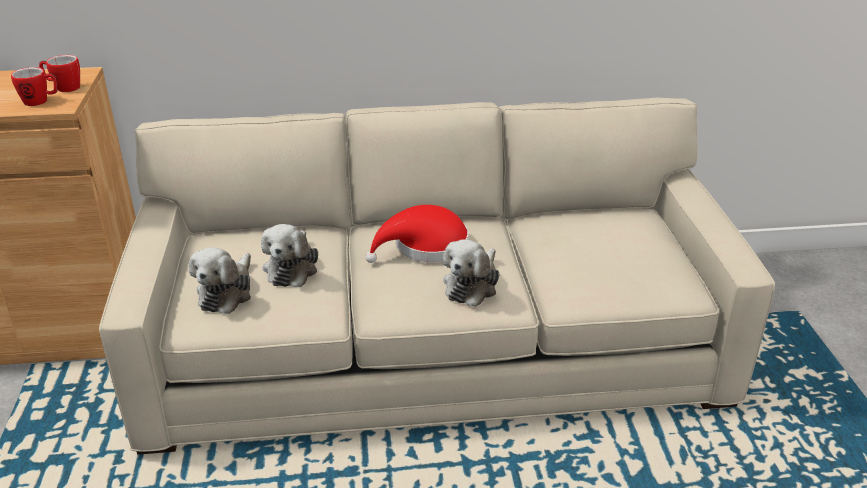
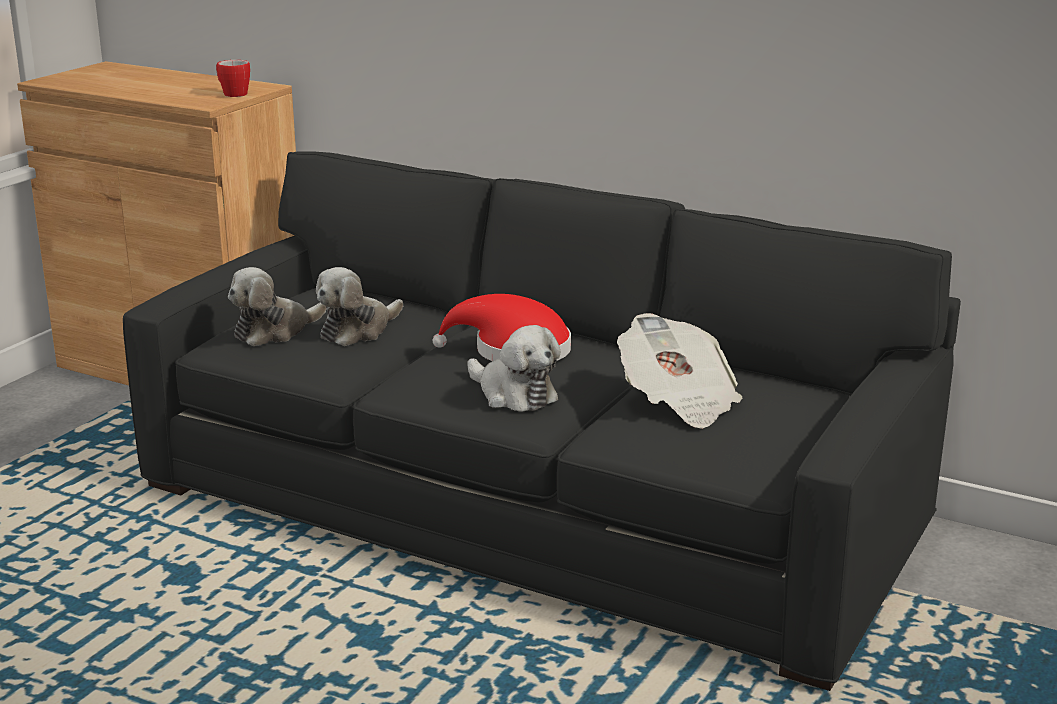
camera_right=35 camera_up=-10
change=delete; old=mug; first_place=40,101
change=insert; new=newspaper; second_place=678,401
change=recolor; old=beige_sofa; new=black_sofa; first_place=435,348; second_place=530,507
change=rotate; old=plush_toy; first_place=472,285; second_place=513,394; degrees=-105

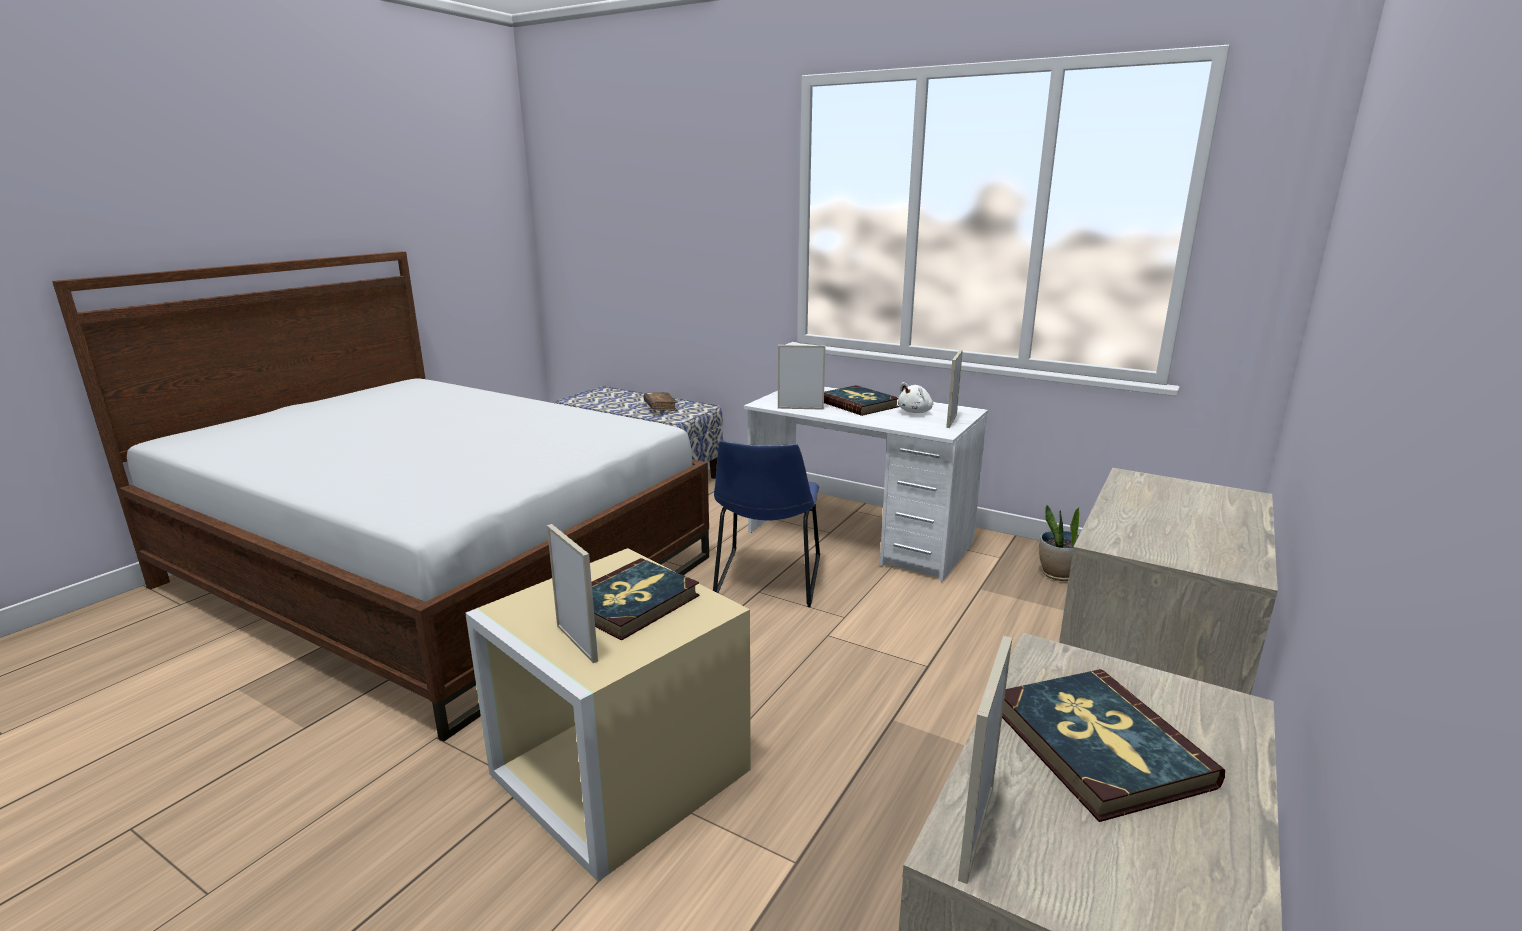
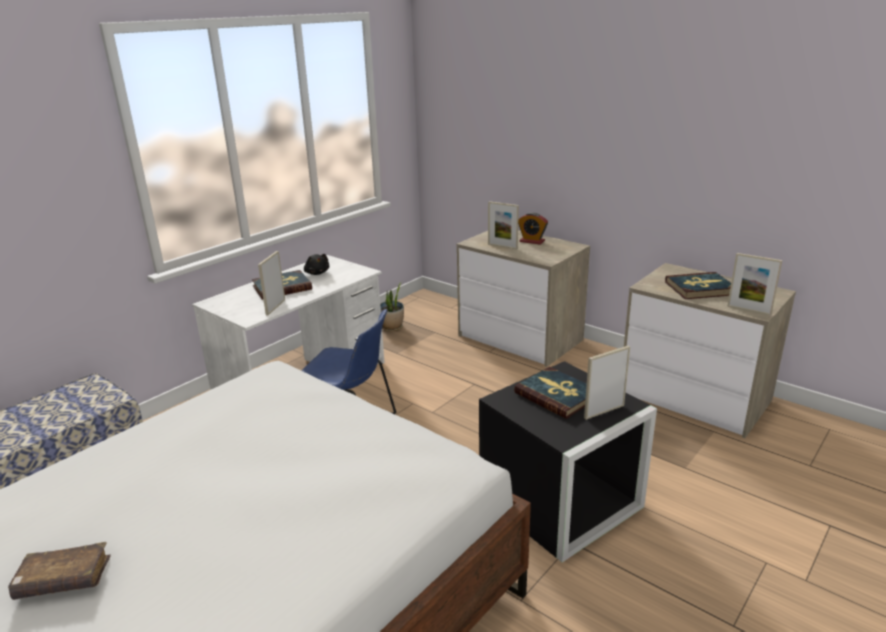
camera_right=-80 camera_up=5
change=insert; new=alarm_clock; second_place=532,241
change=move; old=brown_book; first_place=660,407; second_place=64,580
change=move; old=picture_frame; first_place=951,421; second_place=502,246
change=recolor; old=beige_storage_box; new=black_storage_box; first_place=616,772; second_place=560,503
change=recolor; old=white_plush_toy; new=black_plush_toy; first_place=916,412; second_place=317,273

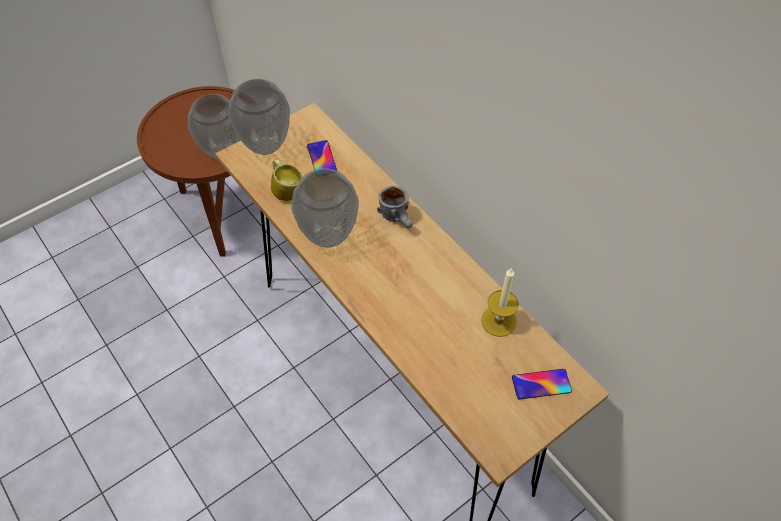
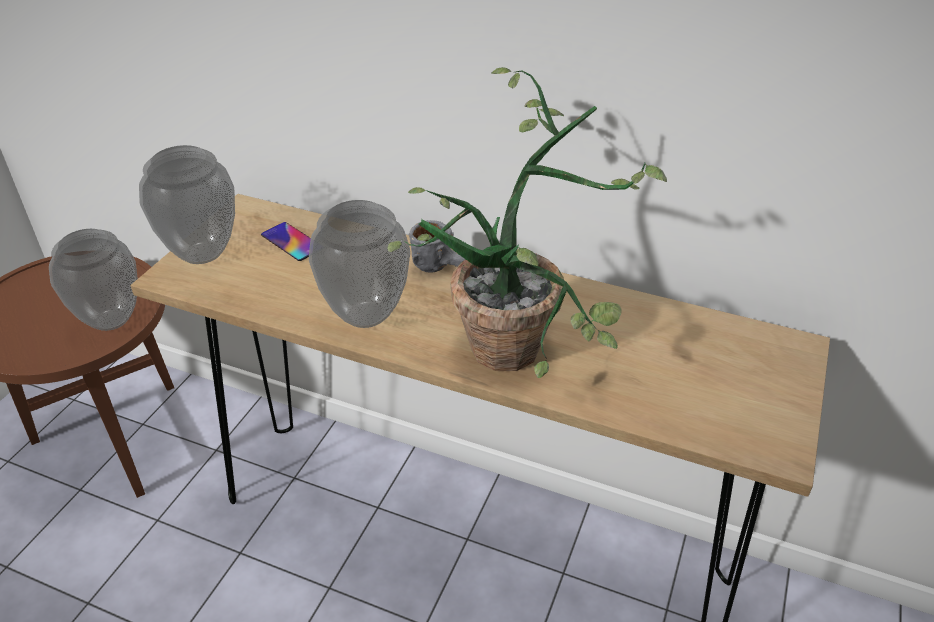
camera_right=-30 camera_up=-15
change=delete; old=mug; first_place=287,190
change=delete; old=candle; first_place=498,321
change=delete; old=phone; first_place=541,384
change=insert; new=potted_plant; second_place=525,344

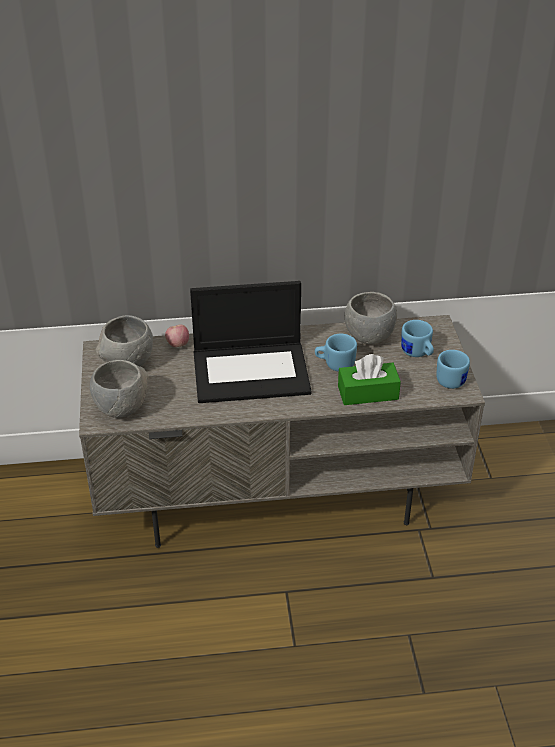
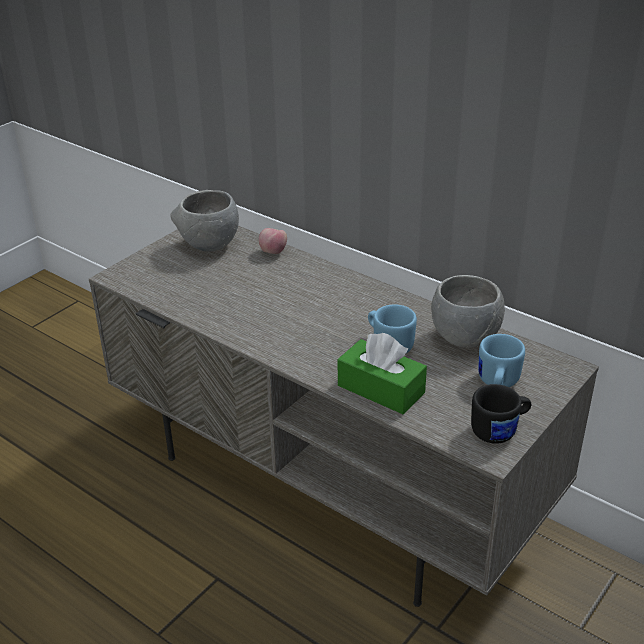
camera_right=45 camera_up=-5
change=delete; old=grey_bowl; first_place=122,409
change=delete; old=laptop; first_place=252,371
change=recolor; old=blue_mug; new=black_mug; first_place=452,378; second_place=500,430

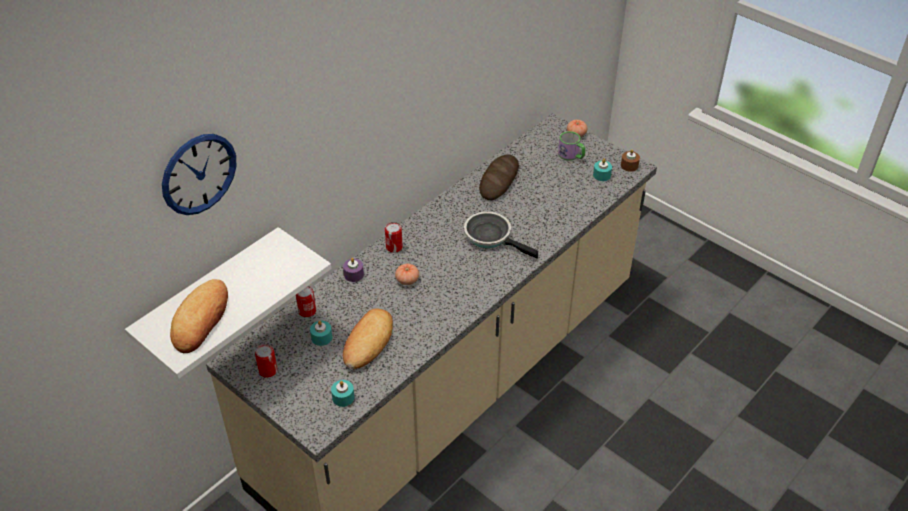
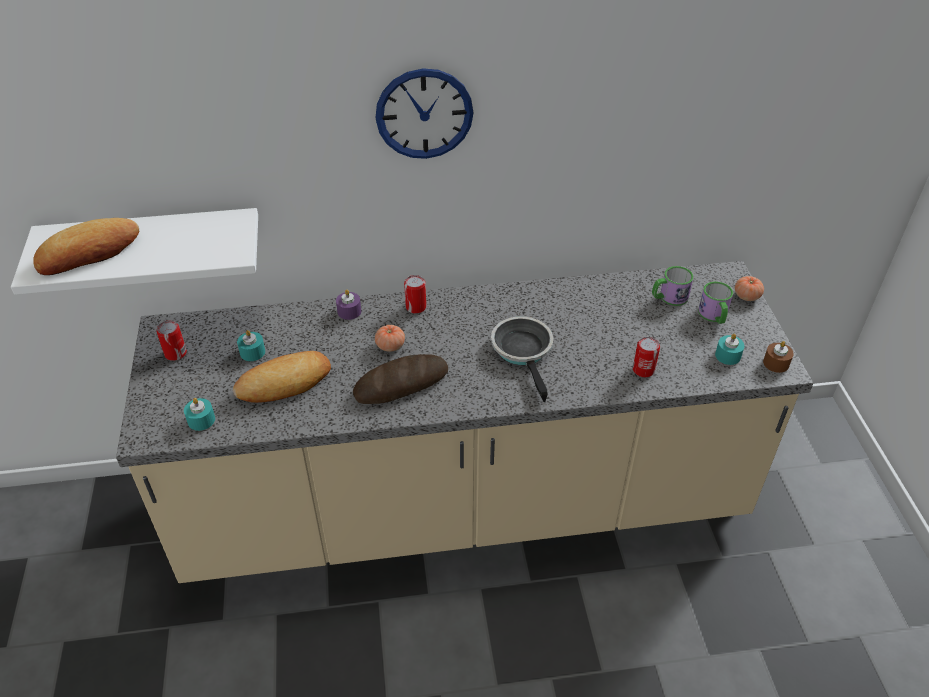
camera_right=40 camera_up=0
change=insert; new=mug; second_place=669,297
change=move; old=wall_clock; first_place=199,174; second_place=424,114
change=move; old=can; first_place=307,311; second_place=643,370
change=move; old=bread; first_place=499,180; second_place=401,383

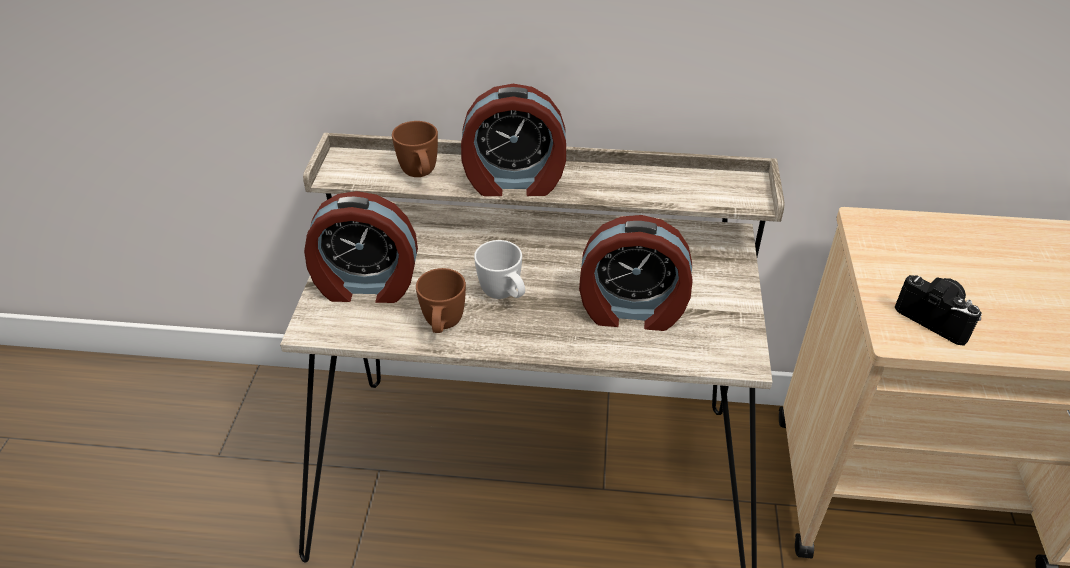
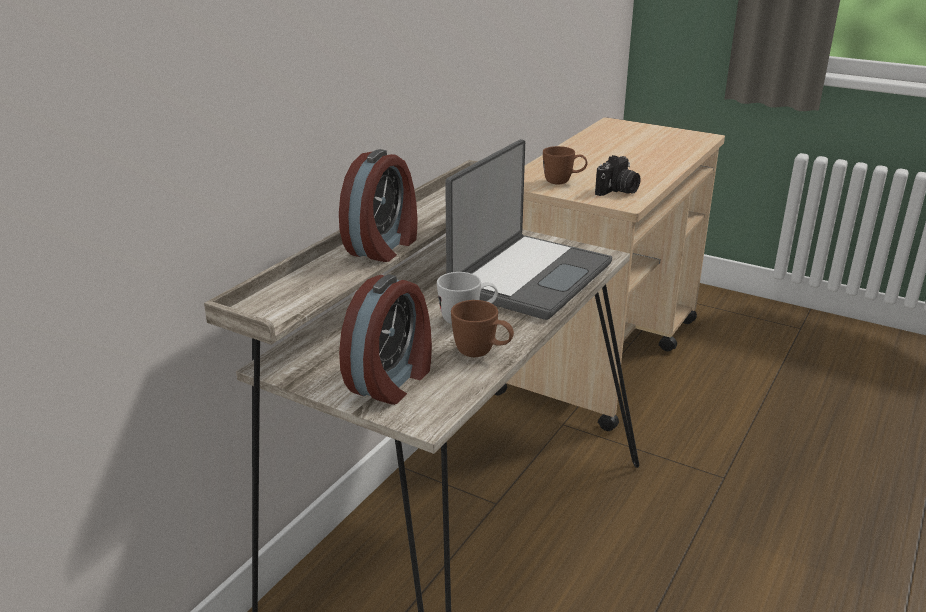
camera_right=-65 camera_up=-15
change=move; old=brown_mug; first_place=421,175; second_place=563,182
change=replace; old=alarm_clock; new=laptop; first_place=632,311; second_place=528,277
change=rotate; old=photo_camera; first_place=936,318; second_place=618,191; degrees=150

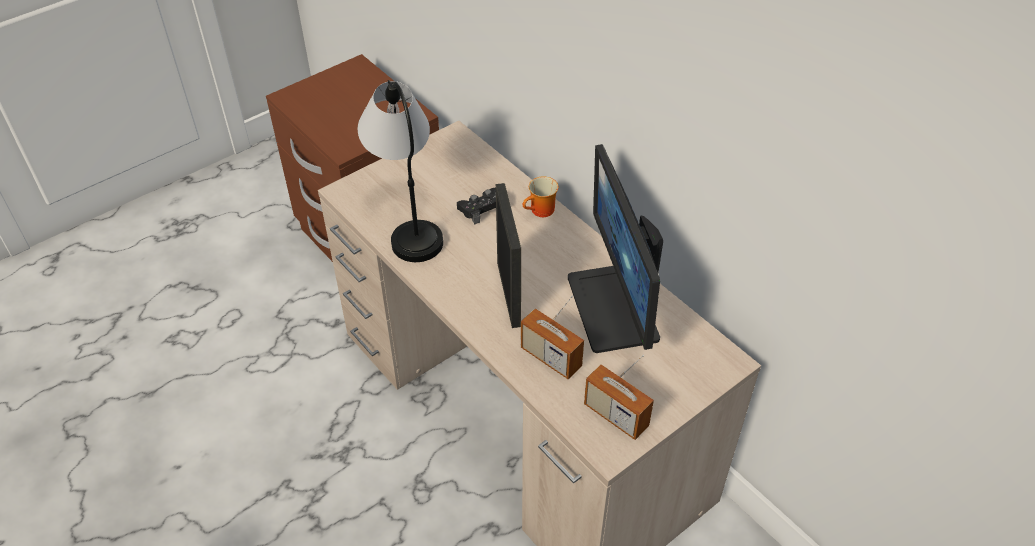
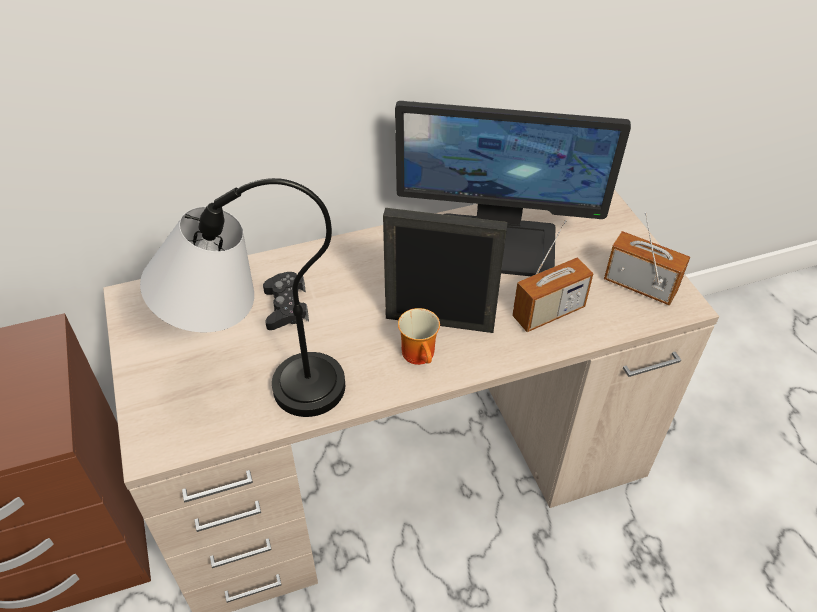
camera_right=-70 camera_up=0
change=move; old=mug; first_place=541,211; second_place=421,354
change=rotate; old=radio; first_place=616,415; second_place=640,286; degrees=-120

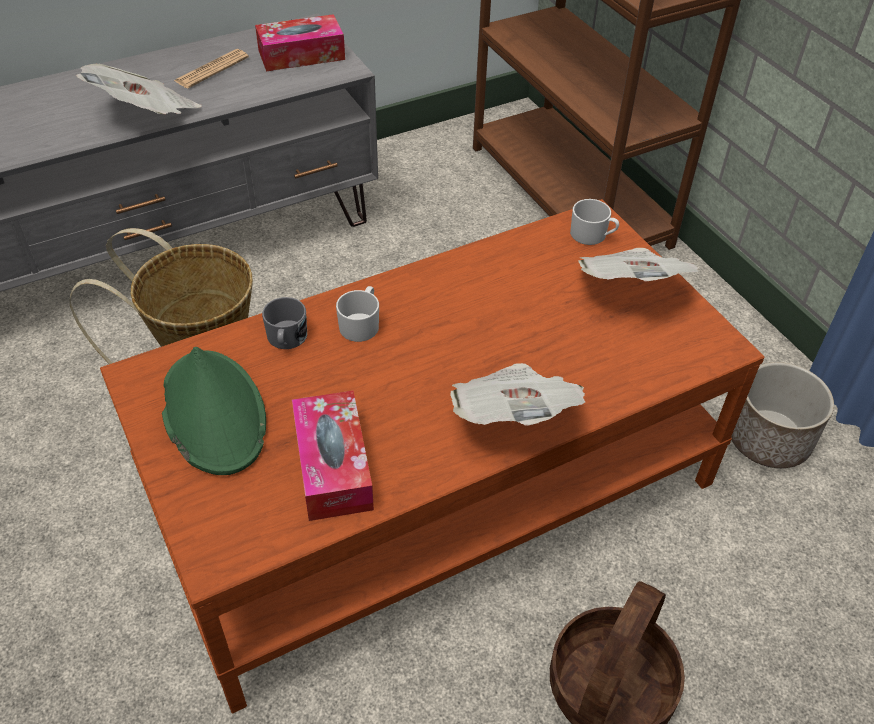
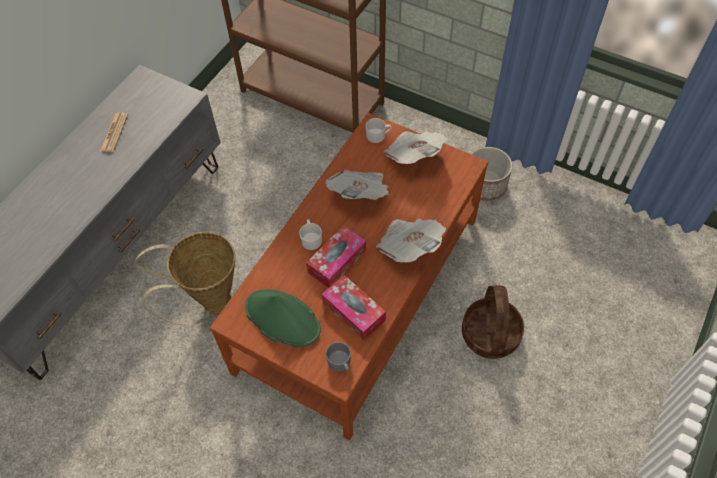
camera_right=-30 camera_up=10
change=move; old=newspaper; first_place=147,115; second_place=360,194
change=move; old=tissue_box; first_place=301,55; second_place=337,261
change=move; old=grey_mug; first_place=286,339; second_place=340,363

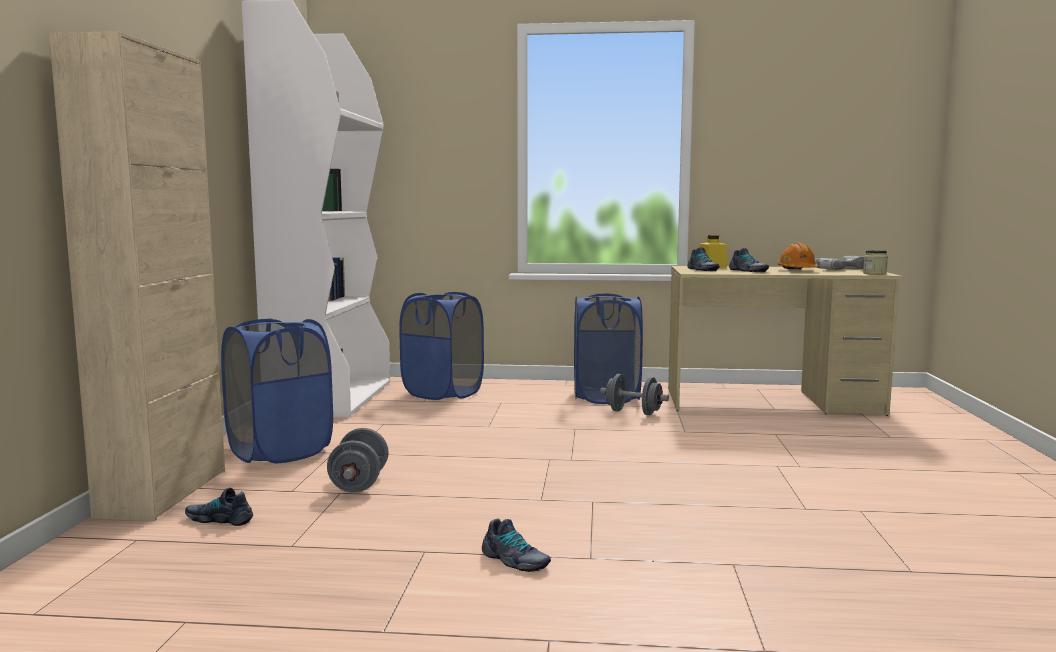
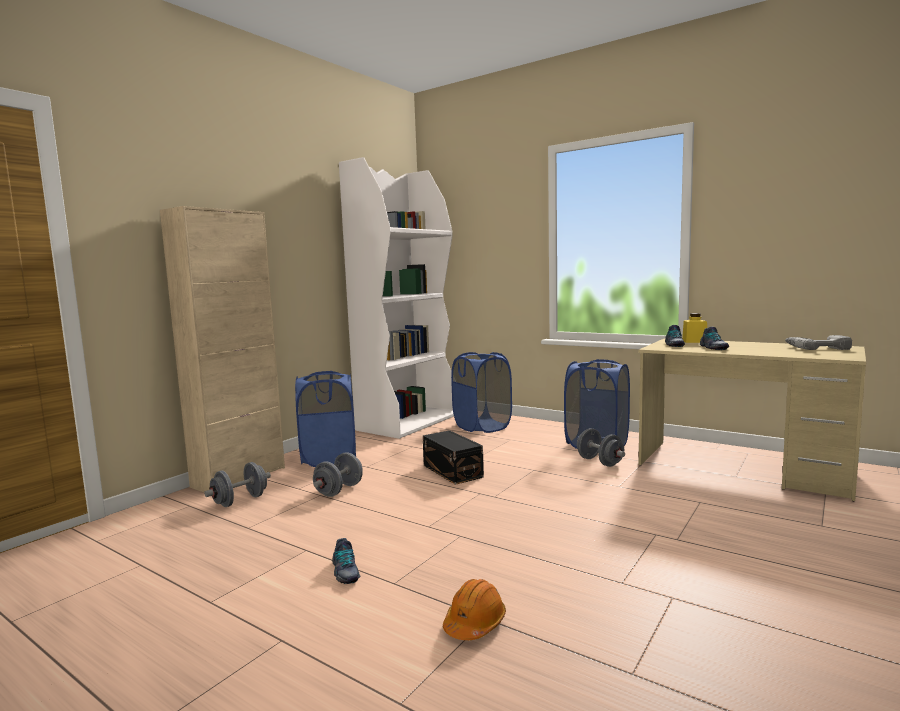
camera_right=30 camera_up=0
change=delete; old=jar; first_place=874,273
change=insert; new=black_storage_box; second_place=453,470
change=move; old=orange_hard_hat; first_place=797,270; second_place=475,623
change=replace; old=shoe; new=grey_dumbbell; first_place=220,519; second_place=240,501

